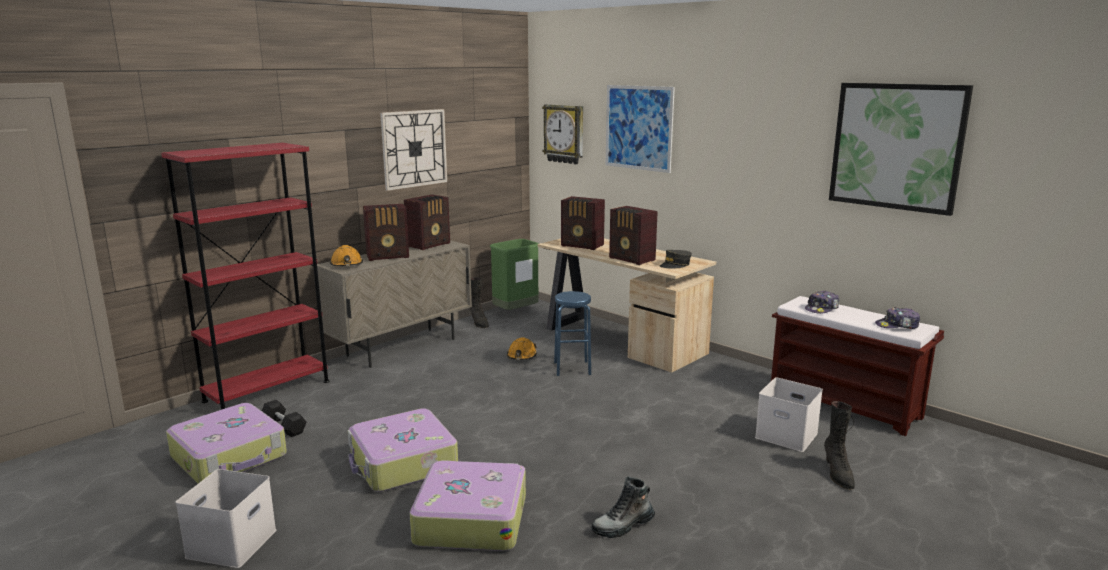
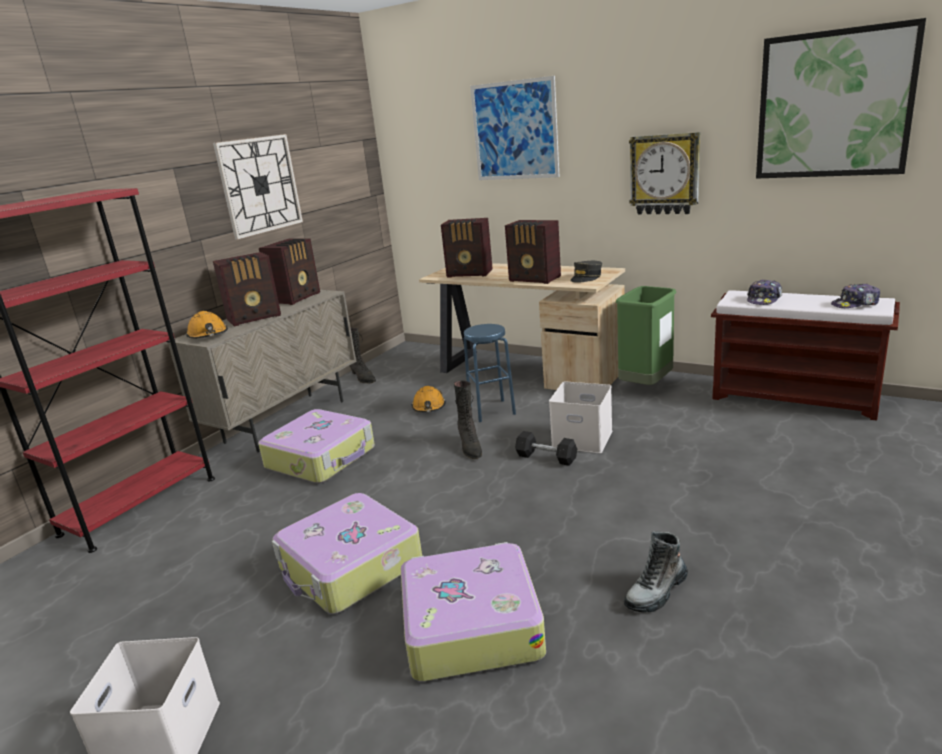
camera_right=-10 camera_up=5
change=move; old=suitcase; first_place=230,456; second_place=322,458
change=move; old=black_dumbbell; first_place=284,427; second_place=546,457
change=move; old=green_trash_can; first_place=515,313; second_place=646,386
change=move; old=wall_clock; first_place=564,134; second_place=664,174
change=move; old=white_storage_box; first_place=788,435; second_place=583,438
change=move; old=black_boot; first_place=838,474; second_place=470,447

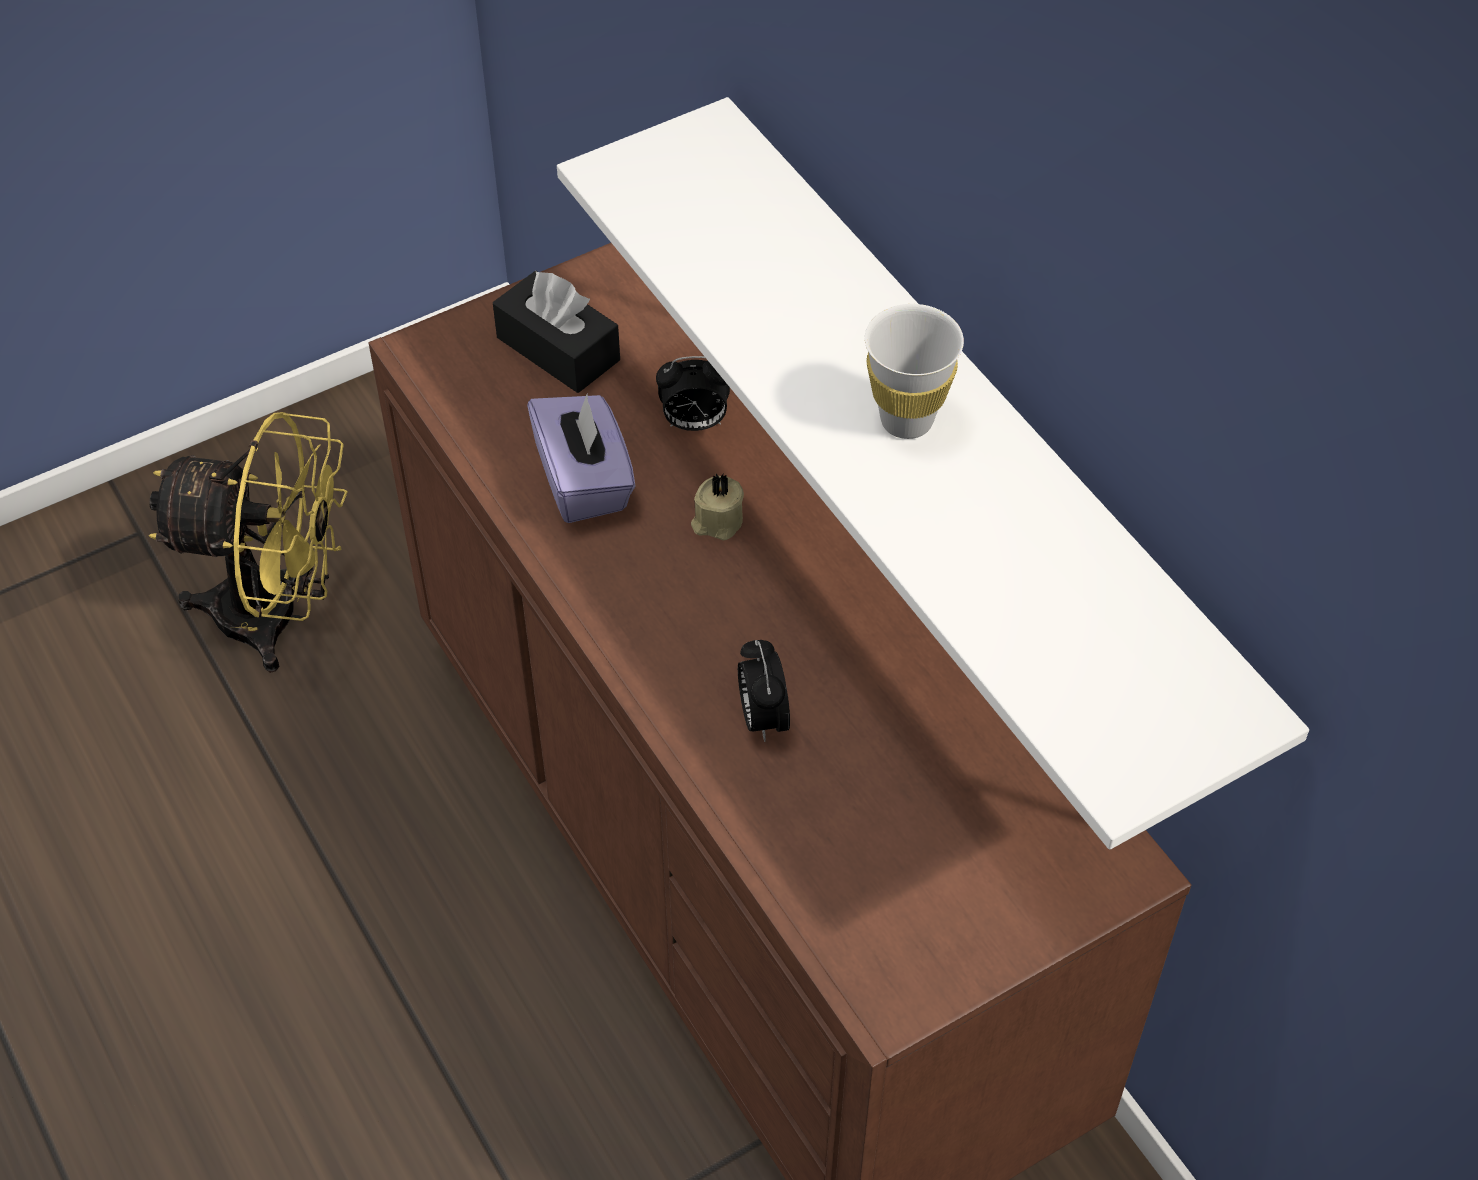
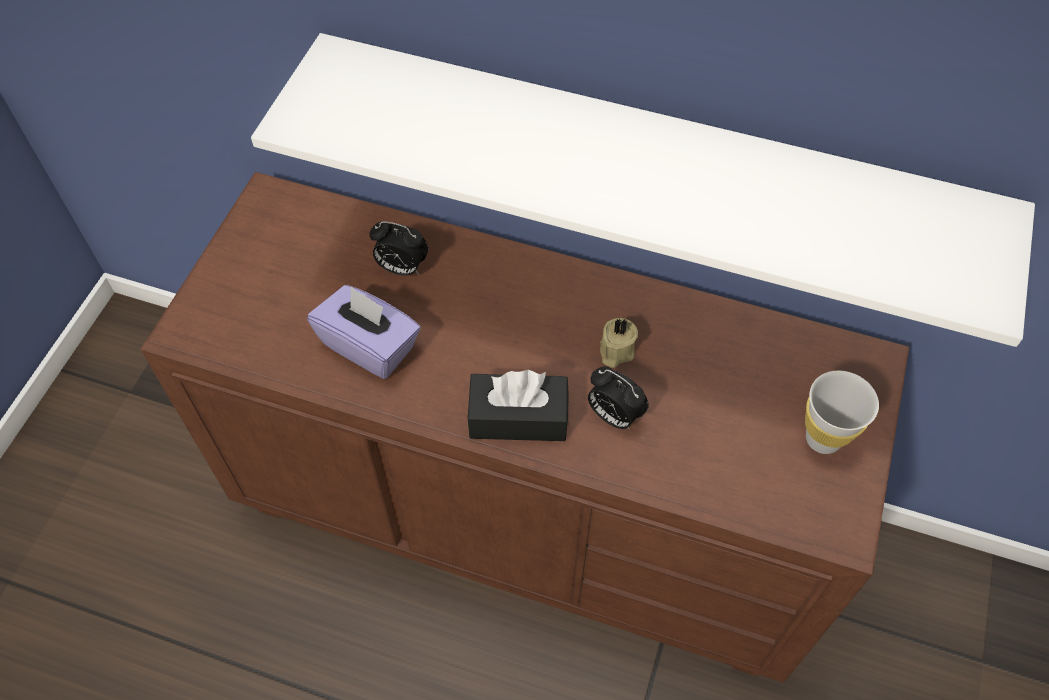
camera_right=-40 camera_up=5
change=delete; old=yellow_fan; first_place=280,616
change=move; old=black_tissue_box; first_place=558,349; second_place=518,417
change=move; old=beige_candle; first_place=717,521; second_place=615,351
change=move; old=white_cup; first_place=906,420; second_place=823,439
change=rotate; old=alarm_clock; first_place=694,423; second_place=401,268; degrees=60

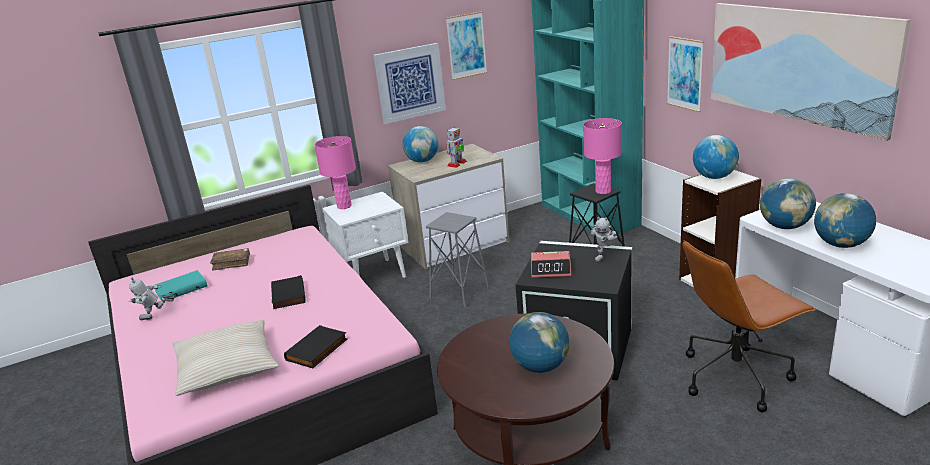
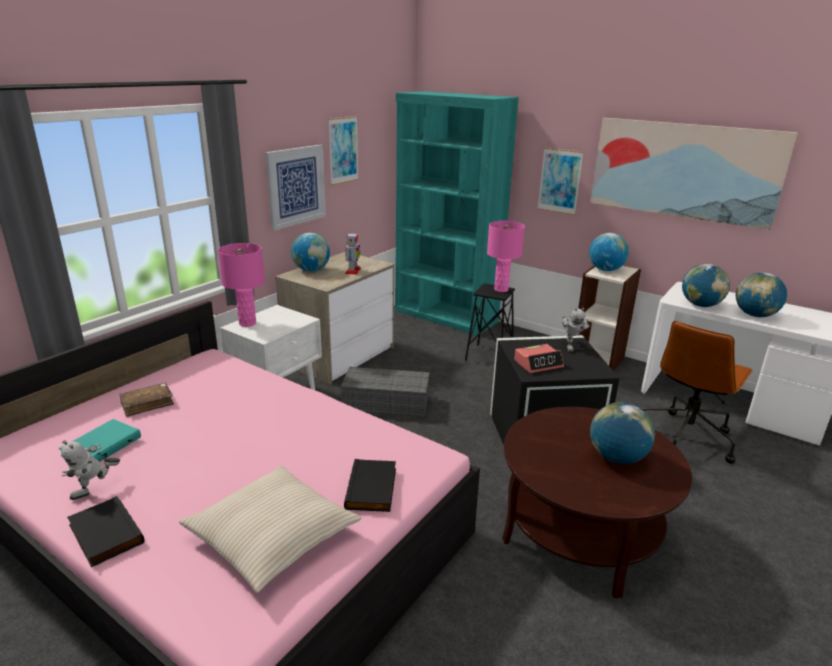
camera_right=-30 camera_up=0
change=move; old=black_book; first_place=287,295; second_place=104,534
change=replace; old=grey_stool; new=grey_storage_box; first_place=459,292; second_place=387,402

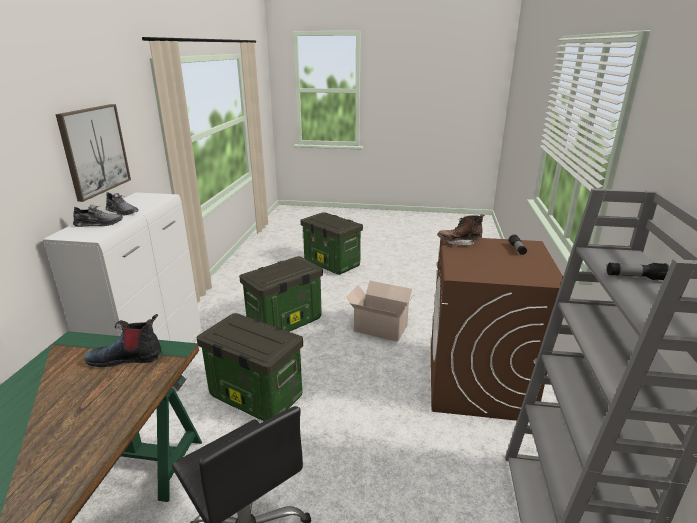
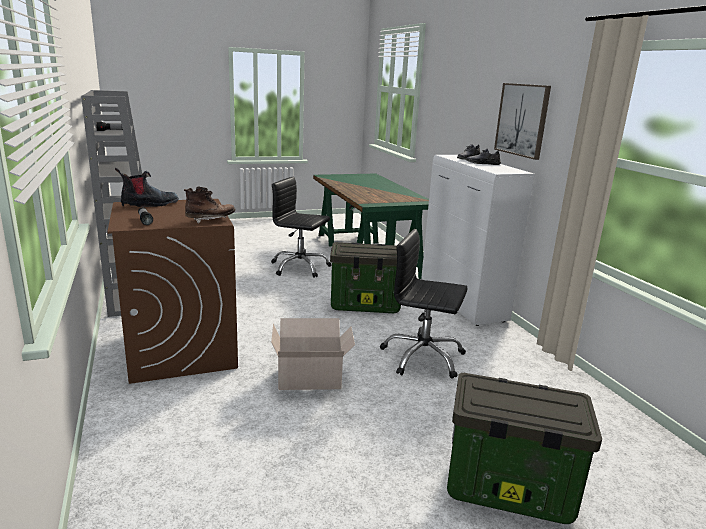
camera_right=150 camera_up=-5
change=move; old=boot; first_place=127,358; second_place=149,204
change=replace; old=storage_box; new=black_office_chair; first_place=284,323; second_place=422,357

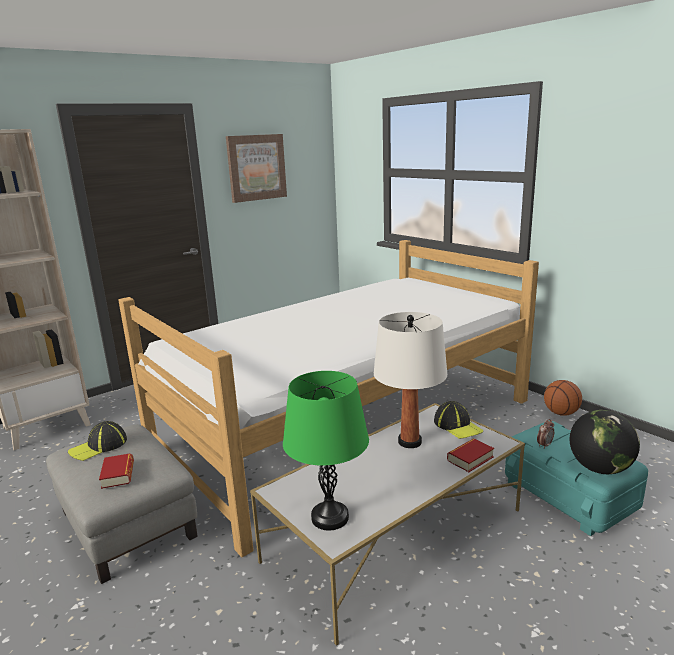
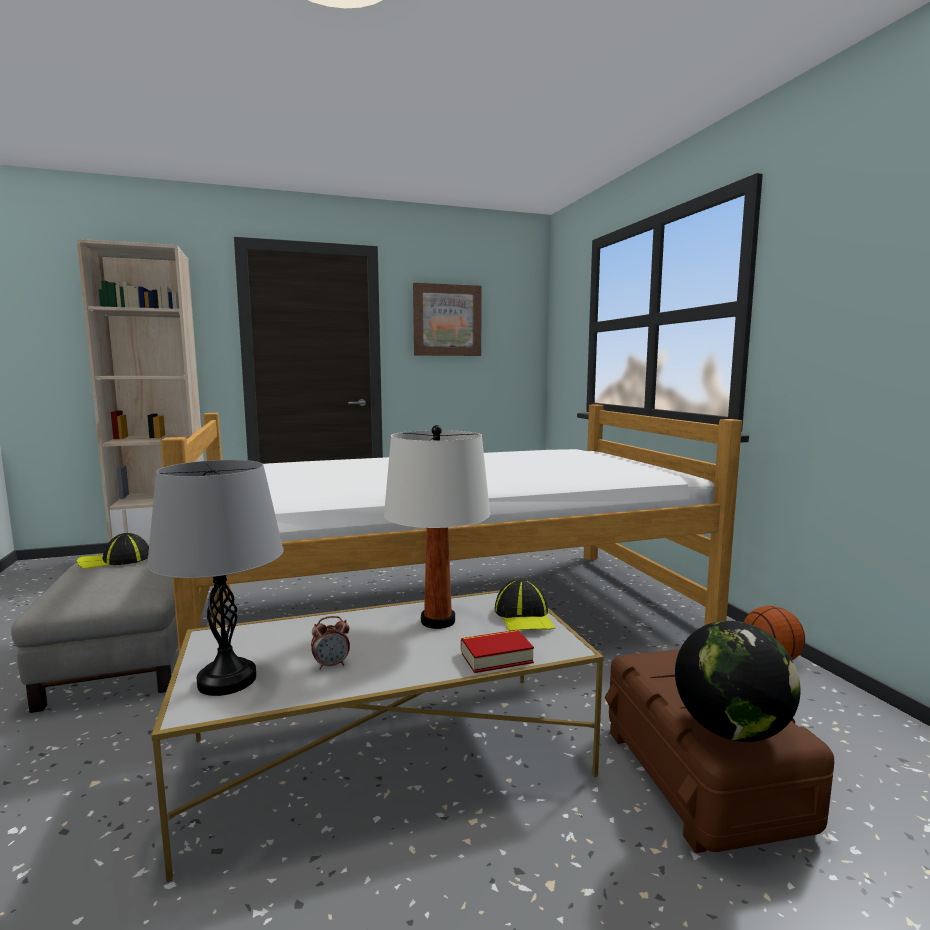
camera_right=20 camera_up=-10
change=delete; old=book; first_place=118,474
change=move; old=alarm_clock; first_place=544,445; second_place=331,665
change=recolor; old=green_table_lamp; new=grey_table_lamp; first_place=330,517; second_place=227,680
change=recolor; old=turquoise_storage_box; new=brown_storage_box; first_place=569,495; second_place=703,776

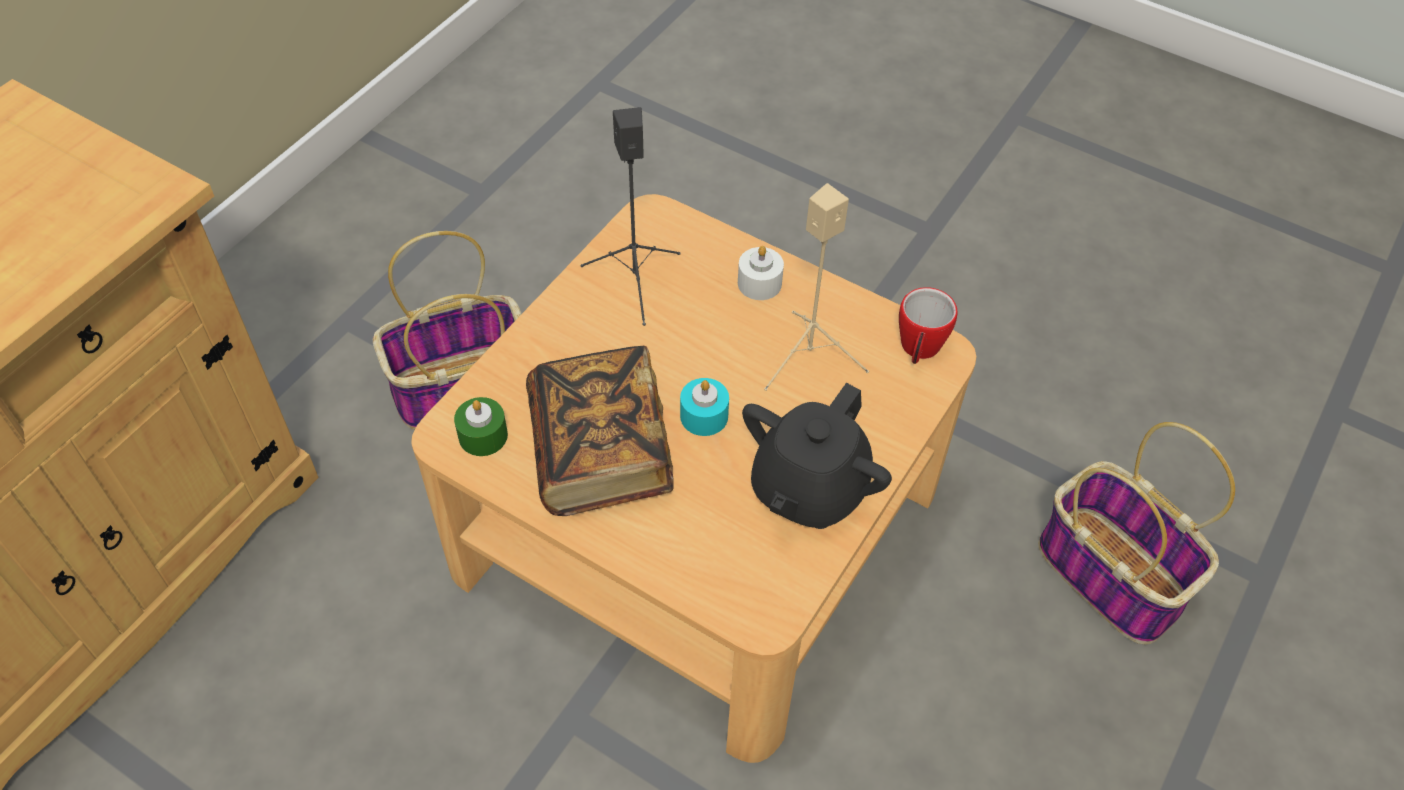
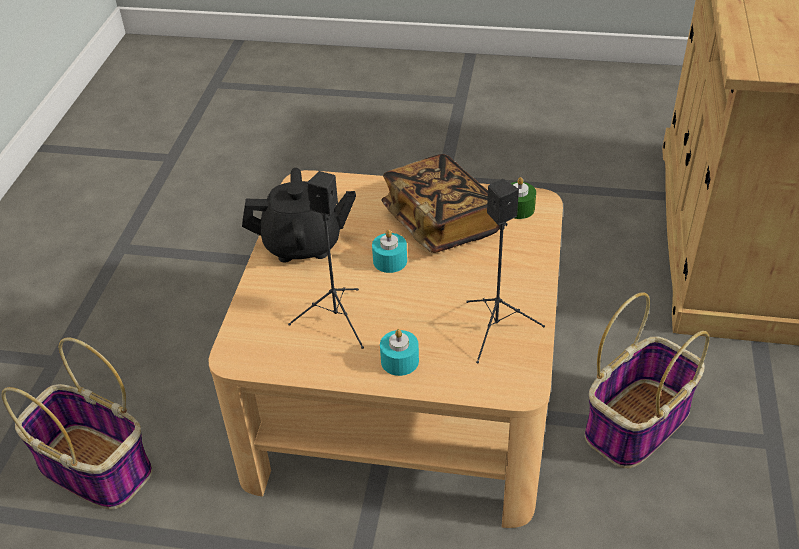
camera_right=160 camera_up=-10
change=delete; old=mug; first_place=918,350
change=recolor; old=white_candle; new=turquoise_candle; first_place=759,283; second_place=399,361
change=recolor; old=beige_speaker; new=black_speaker; first_place=807,356; second_place=337,320
change=rotate; old=black_teapot; first_place=808,489; second_place=303,244; degrees=75

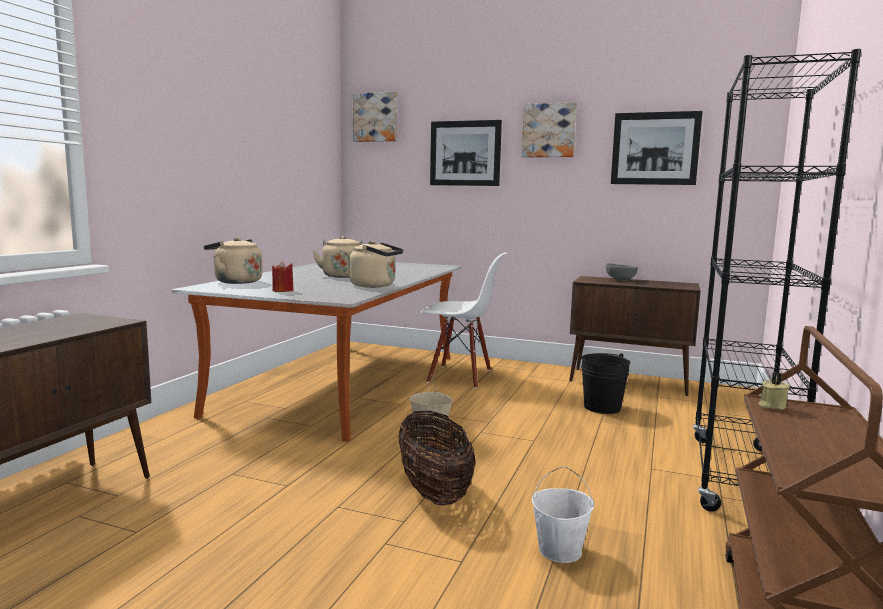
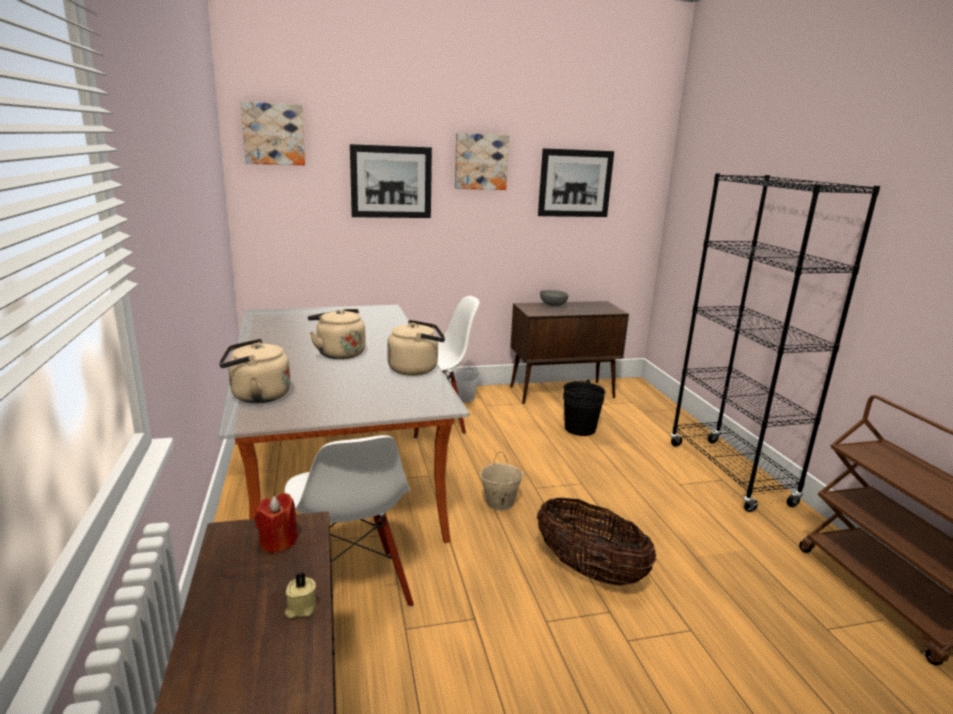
camera_right=-35 camera_up=10
change=insert; new=white_chair; second_place=352,590
change=move; old=red_candle; first_place=283,291; second_place=278,542
change=move; old=white_bucket; first_place=560,550; second_place=464,398
change=move; old=beige_candle; first_place=771,405; second_place=300,608

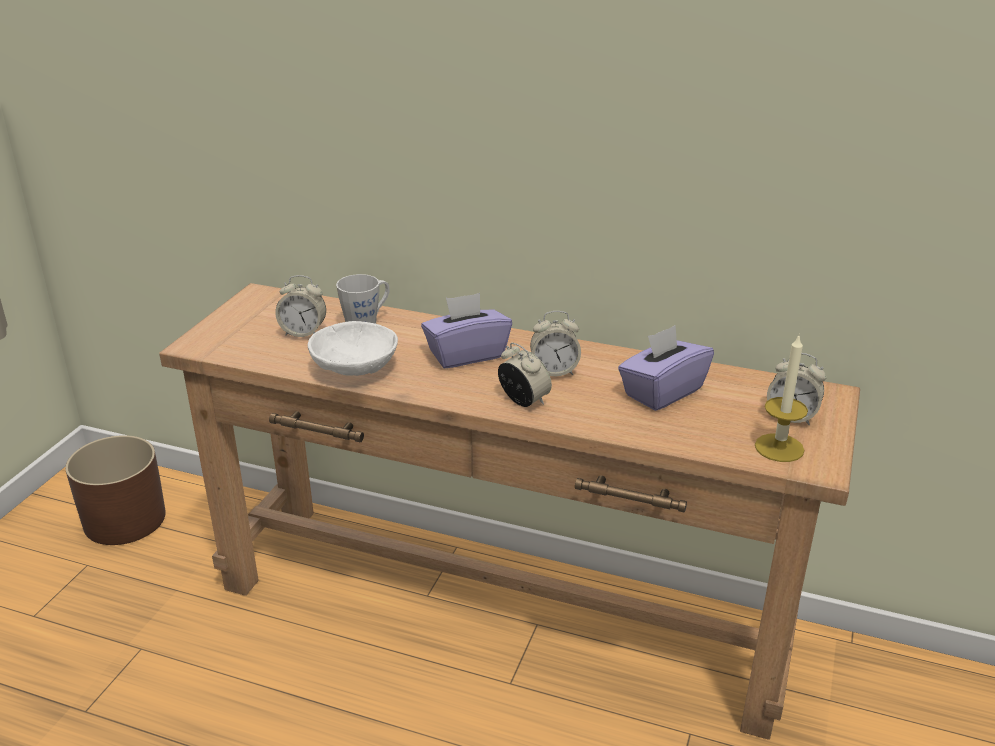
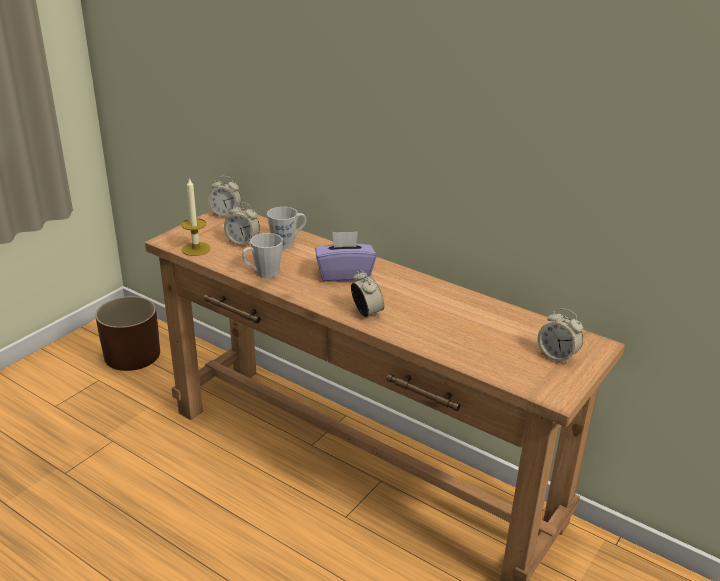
camera_right=15 camera_up=0
change=delete; old=purple_tissue_box; first_place=662,392
change=move; old=alarm_clock; first_place=554,371; second_place=225,214
change=move; old=candle; first_place=779,448; second_place=196,249
change=replace; old=white_bowl; new=grey_mug; first_place=354,370; second_place=263,273

